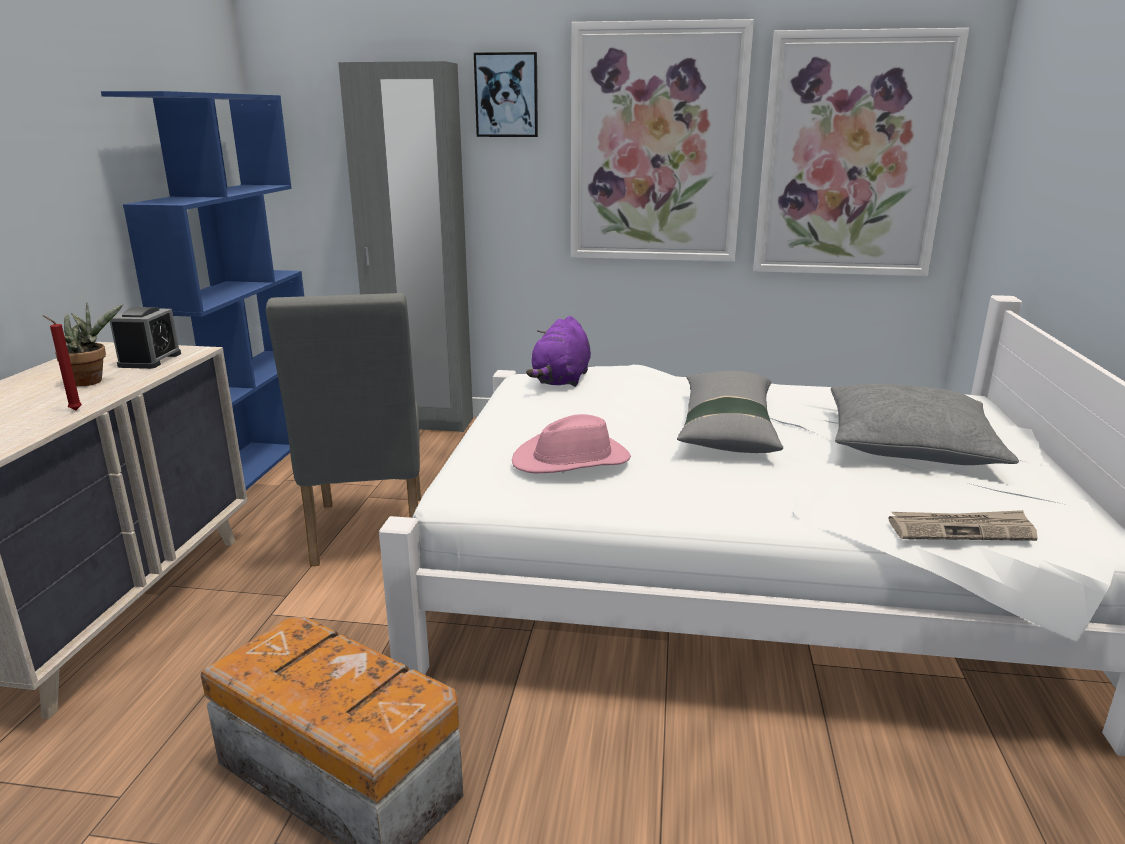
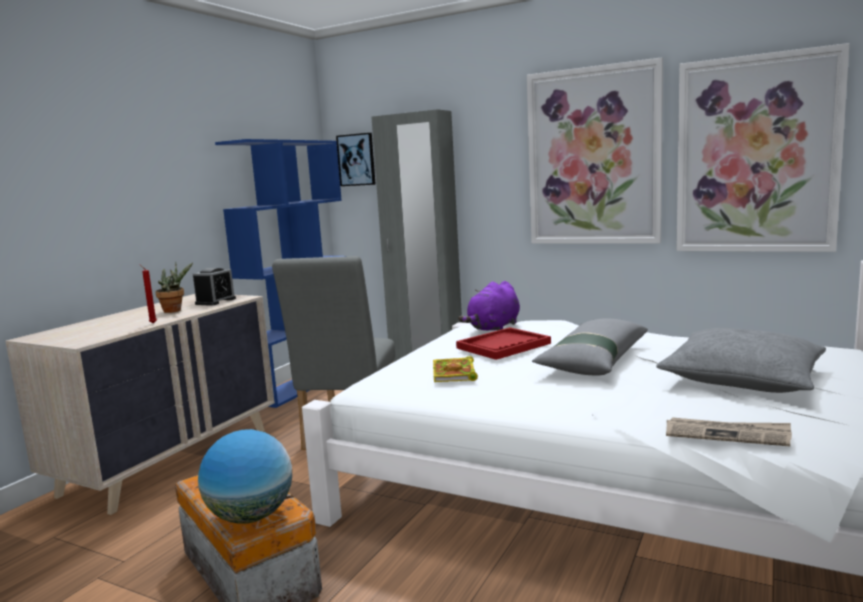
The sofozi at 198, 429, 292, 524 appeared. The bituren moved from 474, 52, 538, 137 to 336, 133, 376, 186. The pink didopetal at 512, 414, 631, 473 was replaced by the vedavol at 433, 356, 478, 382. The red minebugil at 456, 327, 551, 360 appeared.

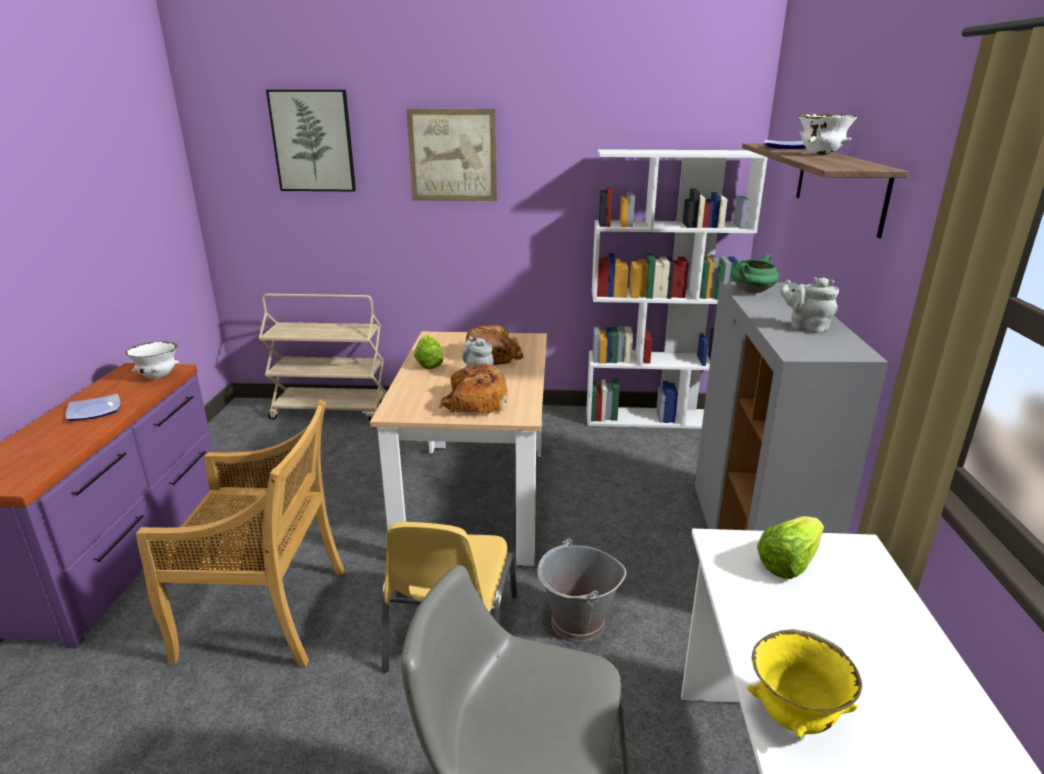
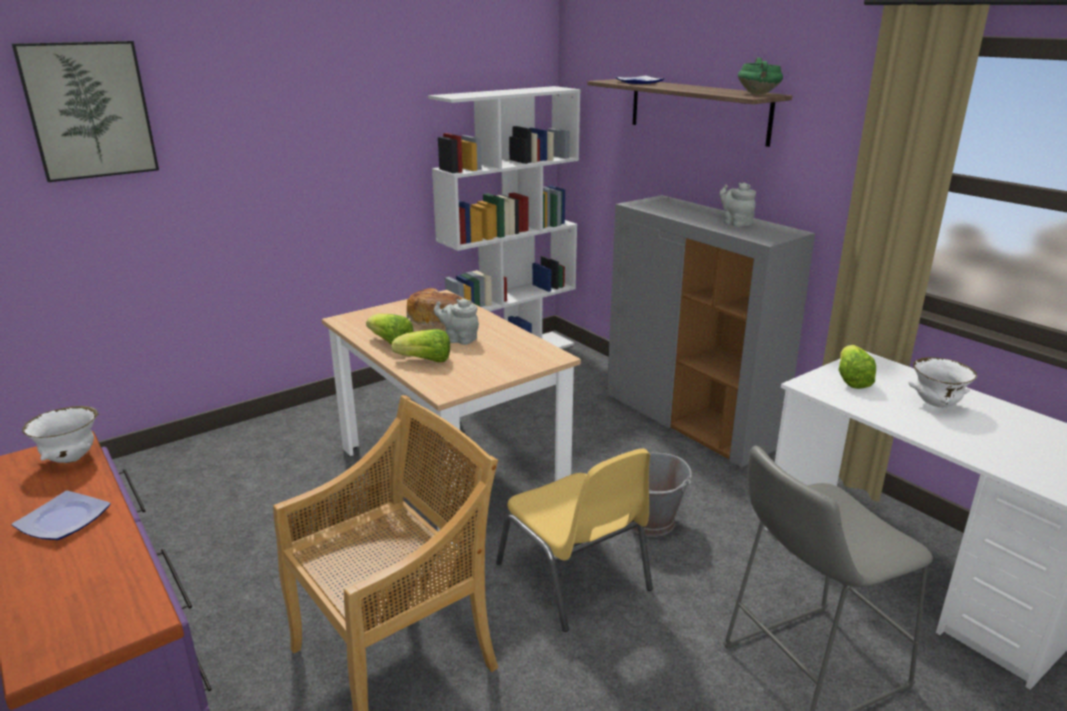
The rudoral at 392, 329, 450, 362 appeared. The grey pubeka at 780, 277, 839, 333 turned 60 degrees clockwise. The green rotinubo moved from 731, 255, 779, 294 to 738, 58, 783, 94. The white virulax moved from 798, 114, 858, 155 to 908, 357, 977, 407. The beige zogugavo at 259, 294, 387, 421 disappeared. The bituren at 406, 109, 497, 201 disappeared. The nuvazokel at 439, 364, 508, 414 disappeared. The yellow virulax at 747, 629, 862, 739 disappeared.

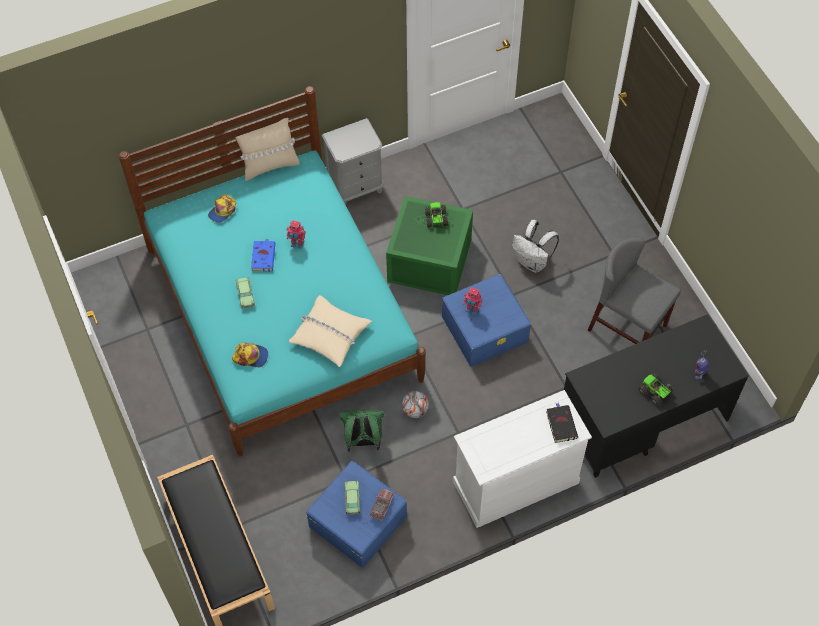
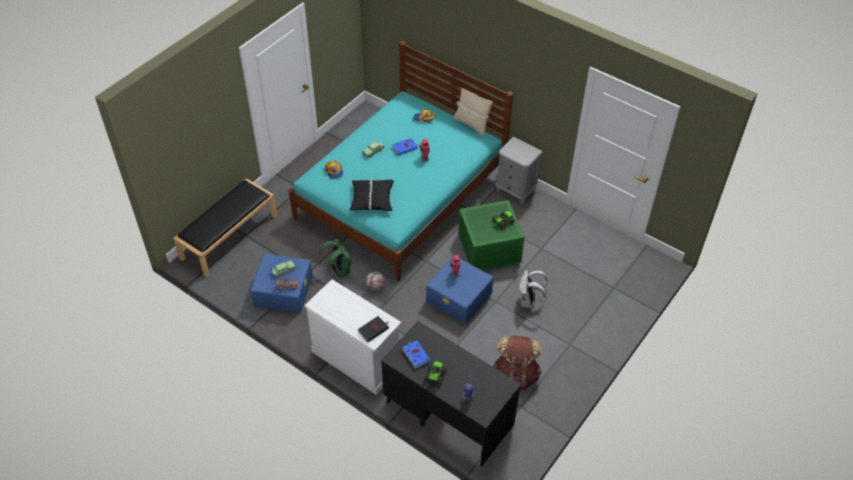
The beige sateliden at 289, 295, 372, 367 became the black sateliden at 350, 177, 394, 211. The blue vedavol at 403, 341, 431, 369 appeared. The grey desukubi at 588, 237, 681, 344 was replaced by the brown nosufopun at 493, 336, 542, 390.

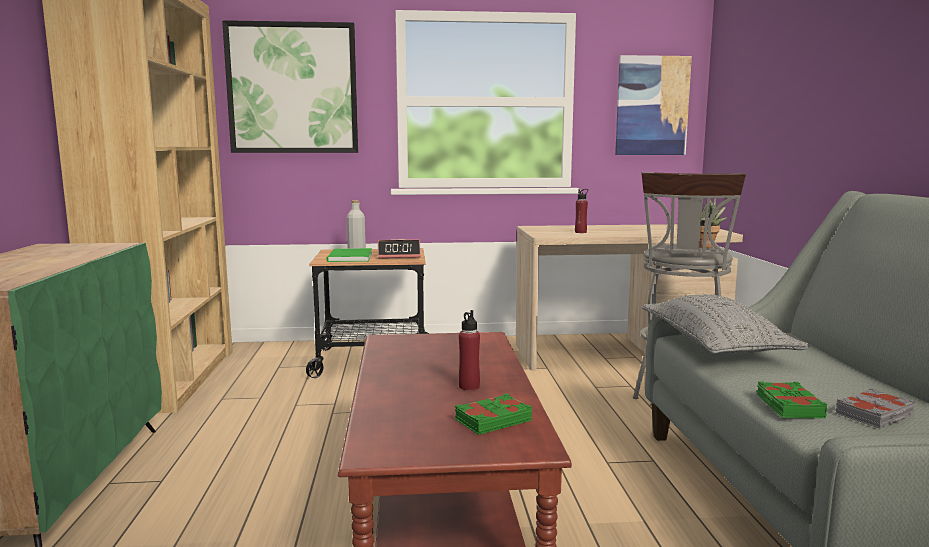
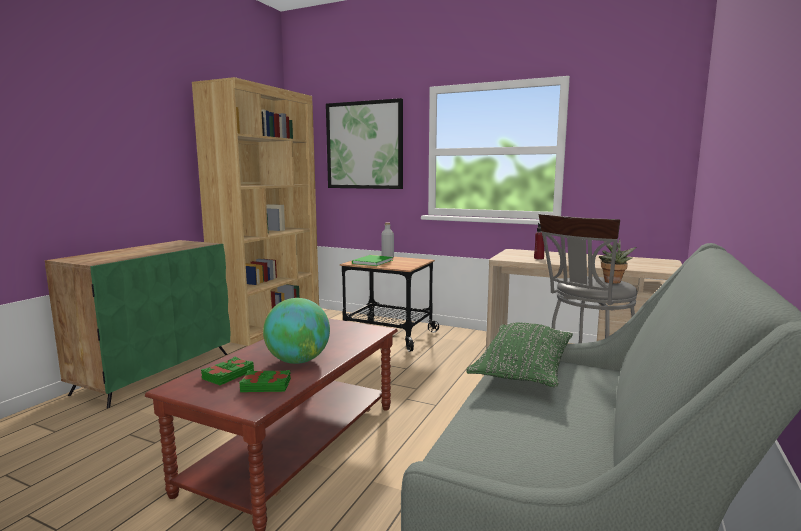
The green vedavol moved from 757, 381, 828, 418 to 201, 357, 254, 385. The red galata at 459, 310, 480, 390 was replaced by the sofozi at 263, 298, 330, 364. The grey sateliden at 642, 294, 810, 354 became the green sateliden at 466, 323, 573, 387. The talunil at 378, 239, 421, 258 disappeared. The bituren at 615, 55, 692, 155 disappeared. The grey vedavol at 836, 388, 915, 429 disappeared.

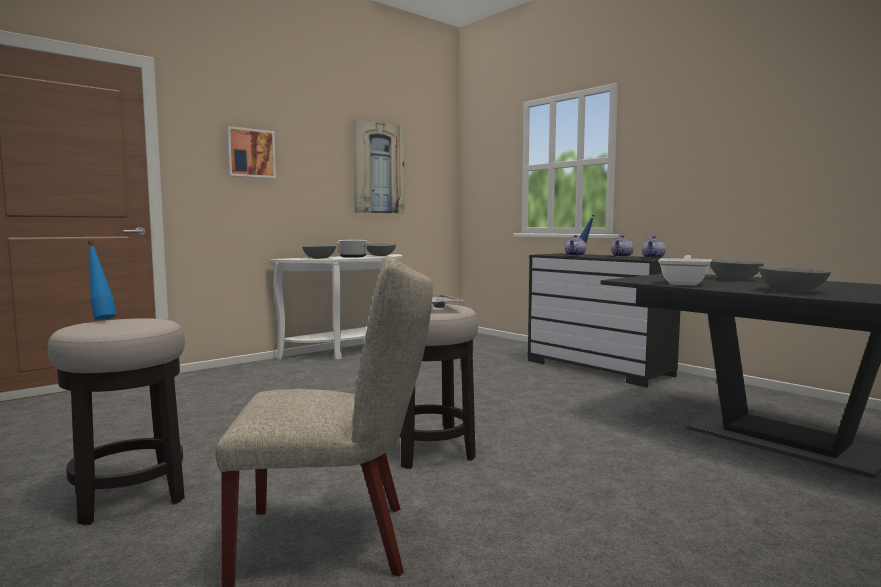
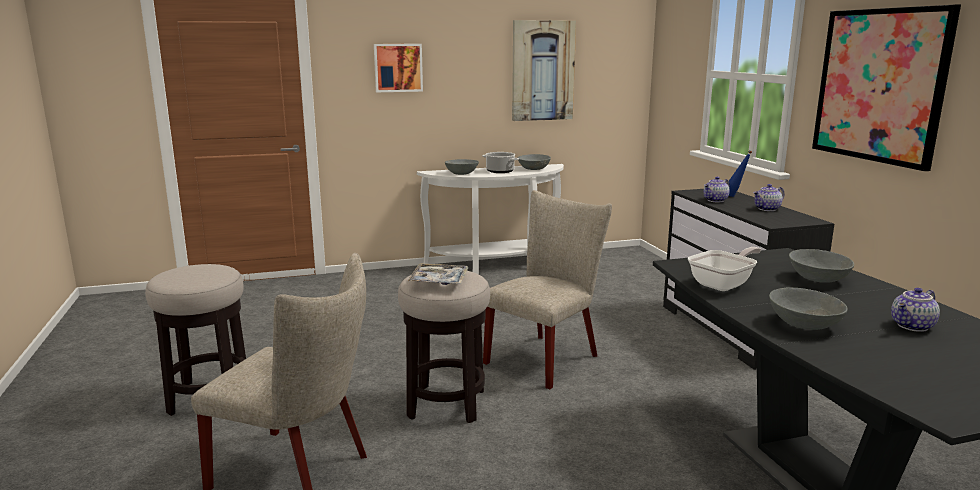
The beige desukubi at 483, 190, 612, 389 appeared. The bituren at 812, 5, 961, 171 appeared. The pubeka moved from 642, 236, 666, 259 to 891, 288, 940, 332. The blue galata at 87, 240, 116, 320 disappeared.

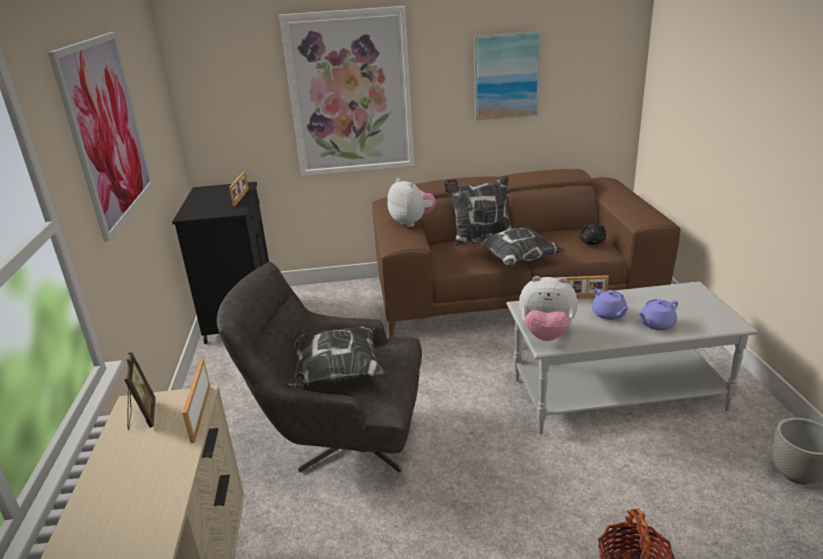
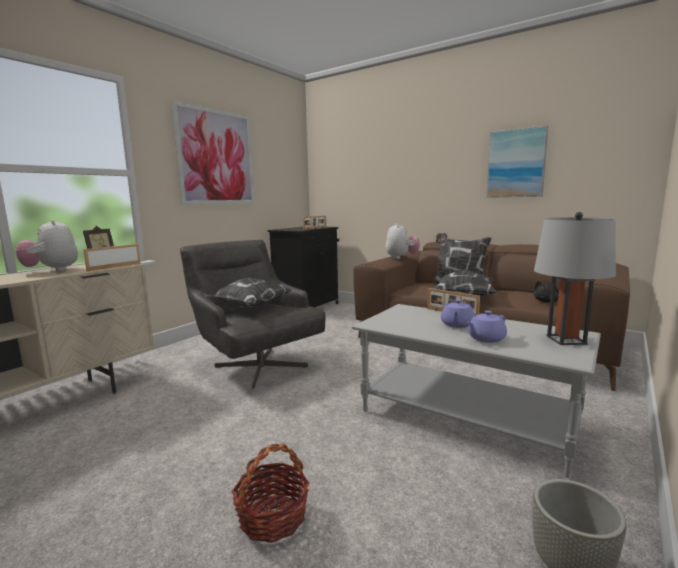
The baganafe moved from 519, 276, 578, 341 to 16, 219, 78, 271. The purple pubeka at 638, 299, 678, 330 turned 45 degrees counterclockwise. The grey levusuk at 534, 212, 616, 345 appeared. The bituren at 279, 6, 414, 176 disappeared.

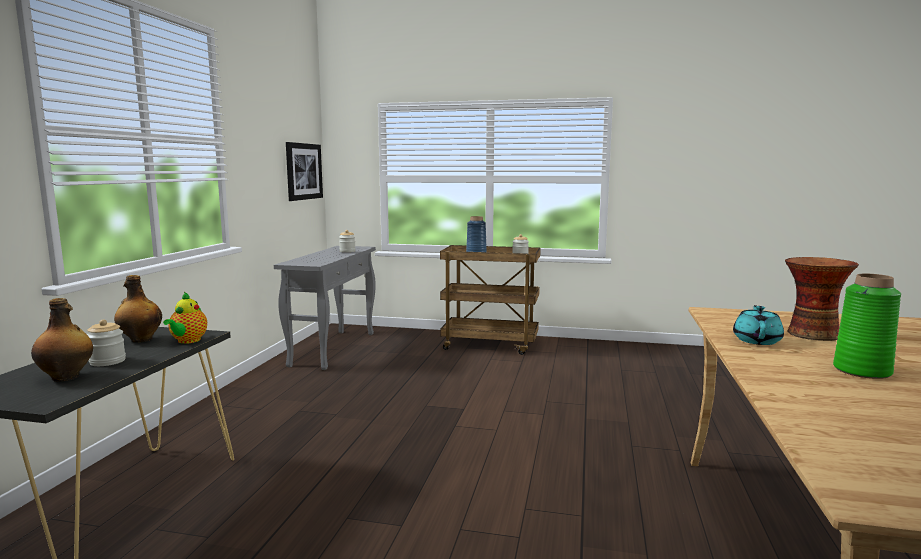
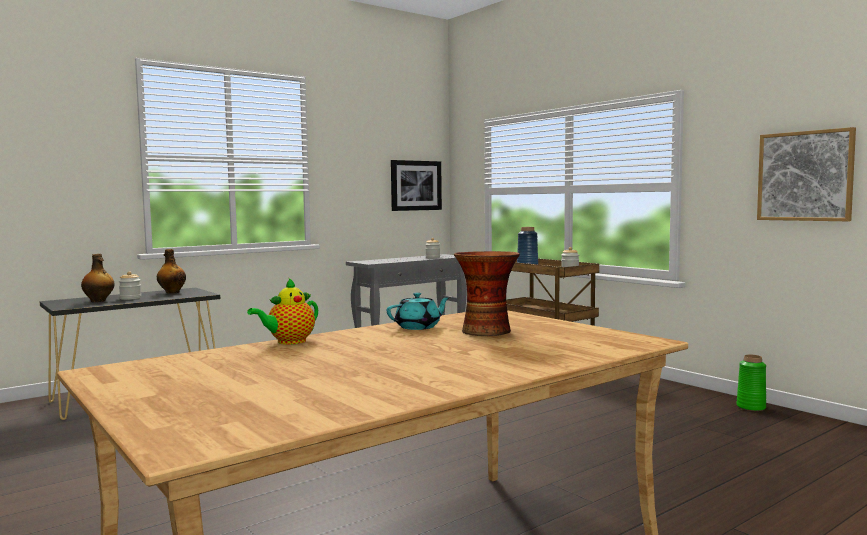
The pubeka moved from 163, 292, 207, 344 to 247, 278, 318, 344. The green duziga moved from 833, 274, 901, 379 to 736, 355, 766, 411. The bituren at 757, 127, 856, 221 appeared.

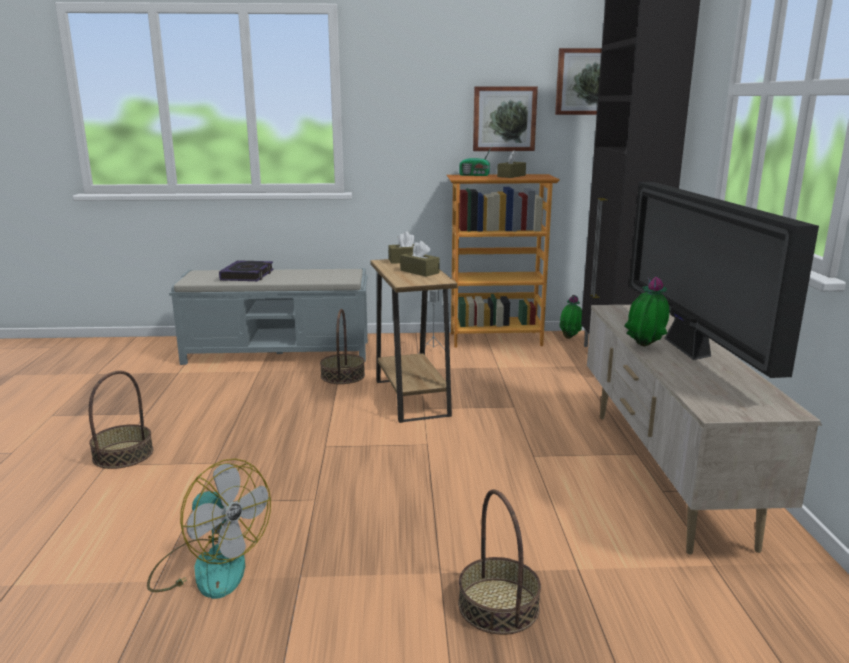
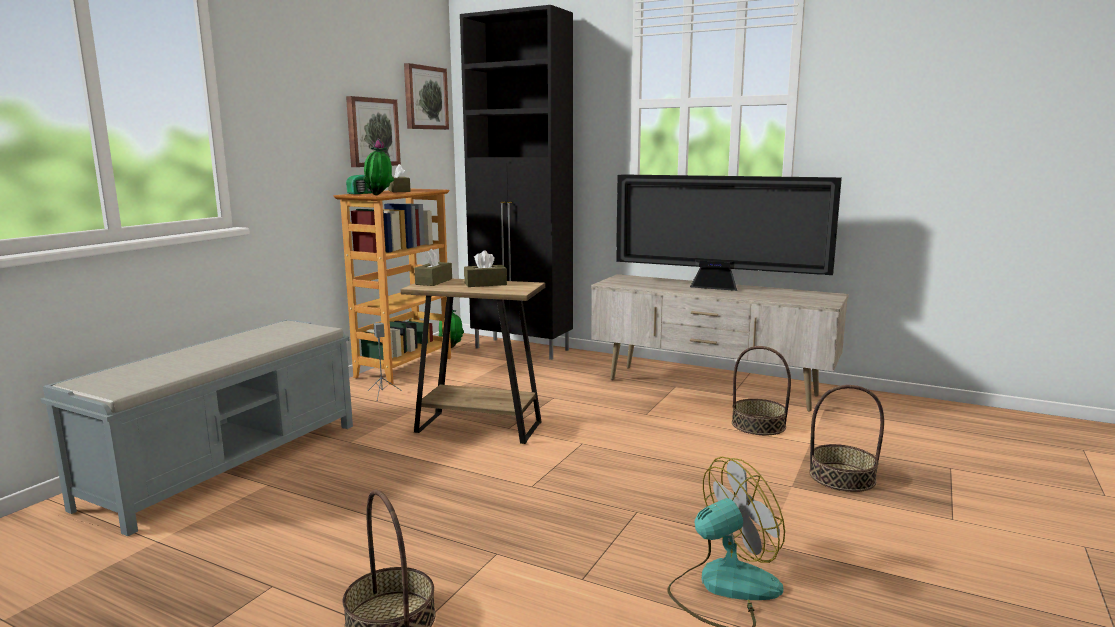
The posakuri moved from 624, 276, 670, 347 to 363, 139, 394, 195. The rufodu moved from 320, 309, 365, 384 to 732, 346, 791, 435. The vedavol at 219, 260, 274, 281 disappeared.

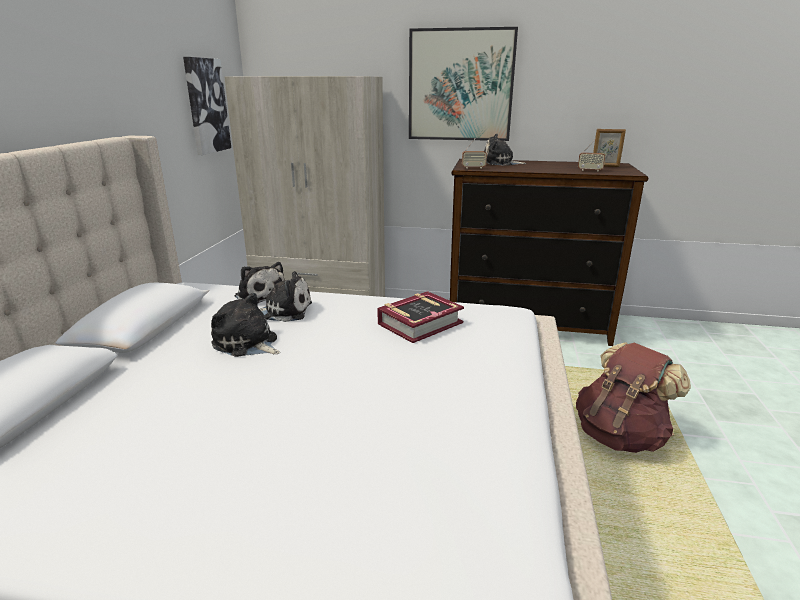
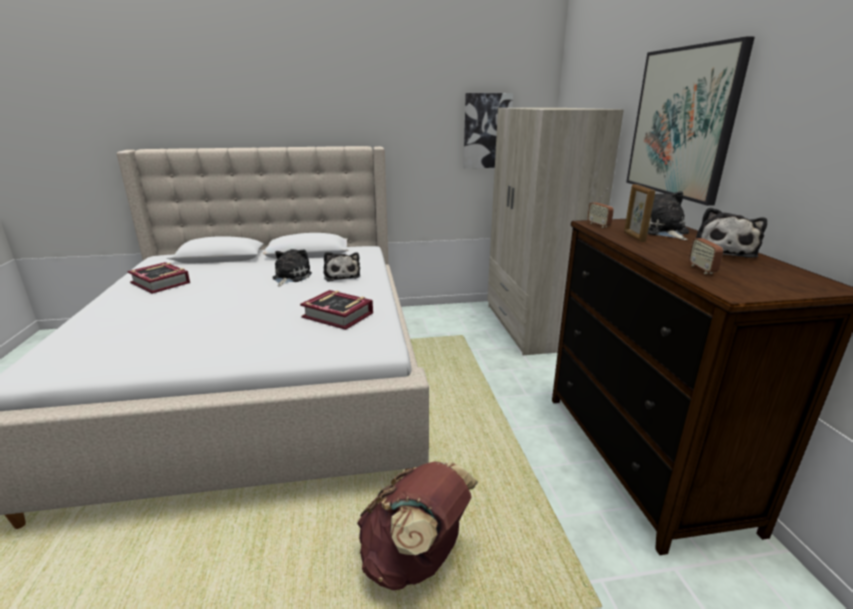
The vedavol at 127, 262, 190, 294 appeared. The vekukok moved from 593, 129, 626, 167 to 624, 184, 656, 242. The baganafe moved from 235, 262, 285, 304 to 696, 207, 767, 258.

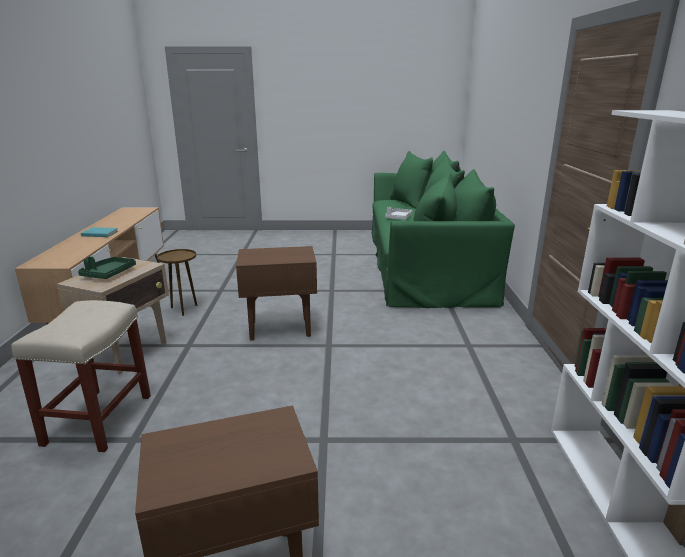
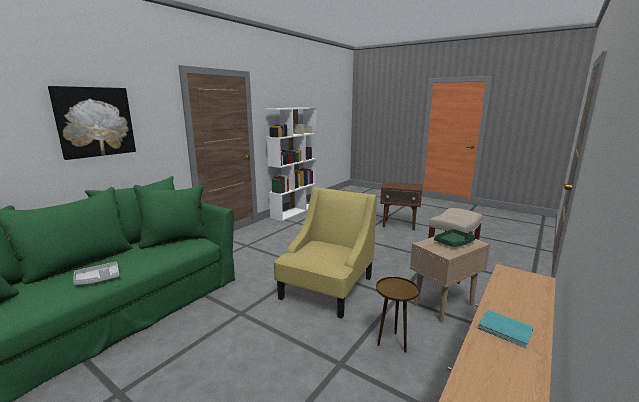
The bituren at 48, 86, 136, 160 appeared. The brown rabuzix at 236, 246, 317, 341 was replaced by the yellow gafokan at 274, 187, 377, 319.

